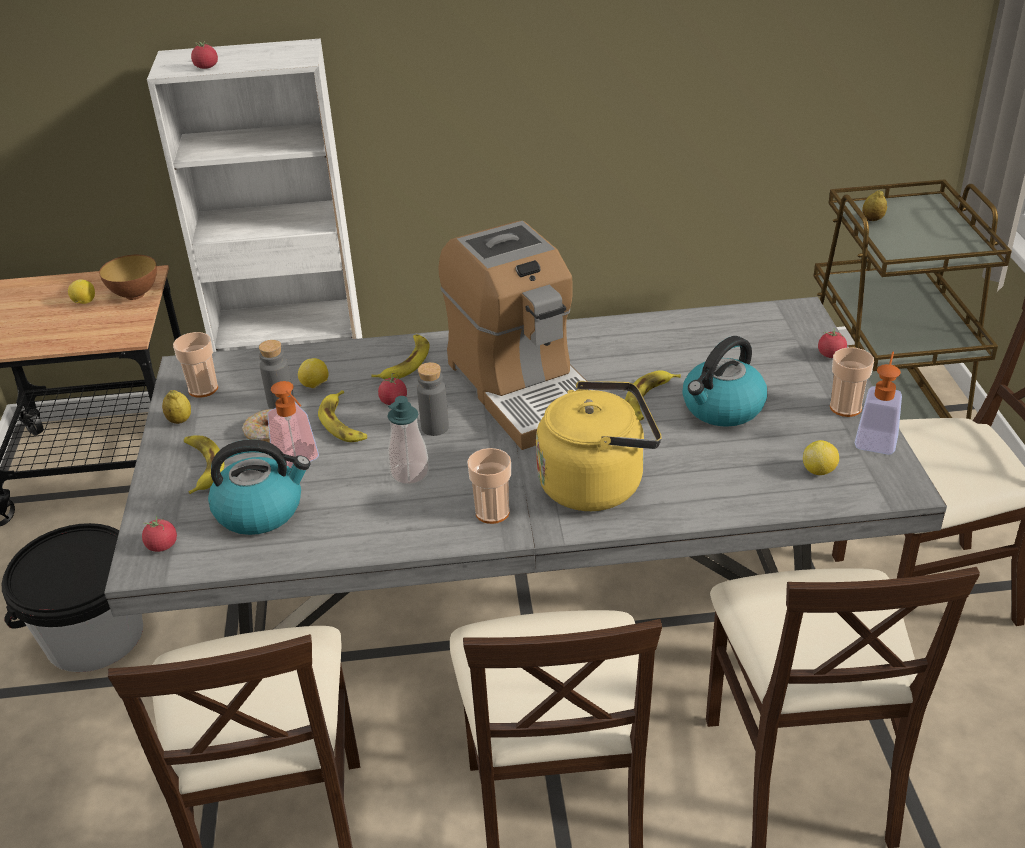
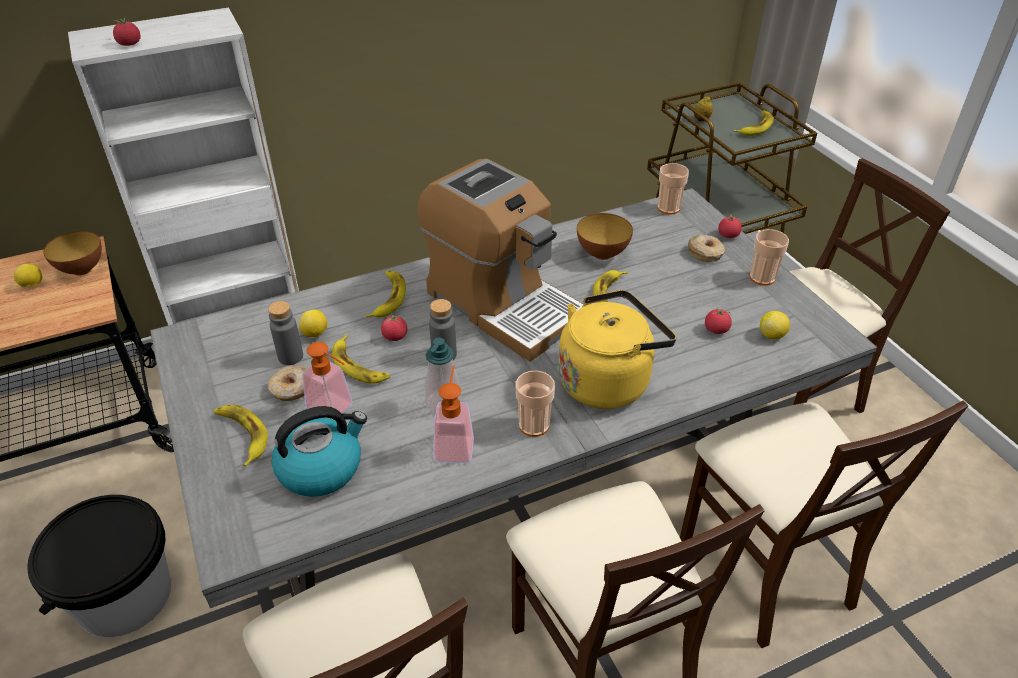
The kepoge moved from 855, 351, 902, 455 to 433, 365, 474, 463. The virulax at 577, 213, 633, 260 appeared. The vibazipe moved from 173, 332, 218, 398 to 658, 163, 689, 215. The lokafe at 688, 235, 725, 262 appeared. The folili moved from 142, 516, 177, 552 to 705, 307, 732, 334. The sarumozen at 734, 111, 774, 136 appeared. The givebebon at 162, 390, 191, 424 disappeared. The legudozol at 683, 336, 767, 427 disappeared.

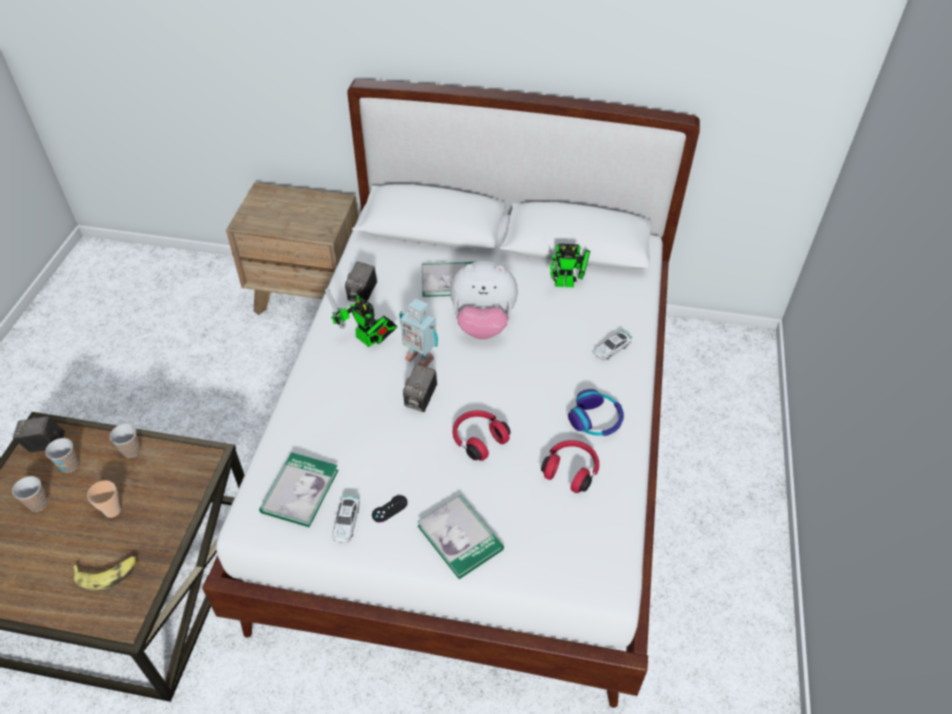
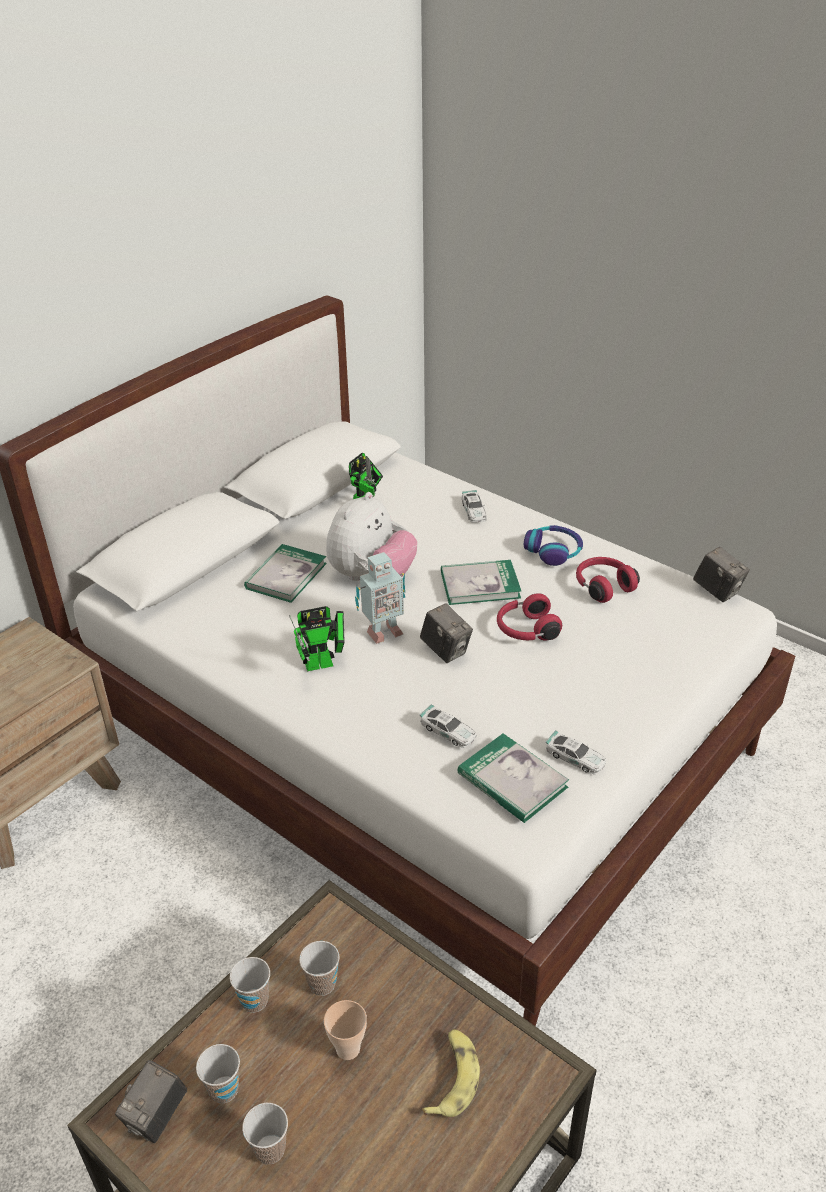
The vibazipe at 299, 941, 339, 996 appeared. The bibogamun at 420, 704, 477, 748 appeared. The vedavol moved from 417, 495, 504, 579 to 441, 560, 521, 605. The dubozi moved from 345, 261, 377, 303 to 693, 547, 750, 602. The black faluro at 372, 495, 408, 523 disappeared.

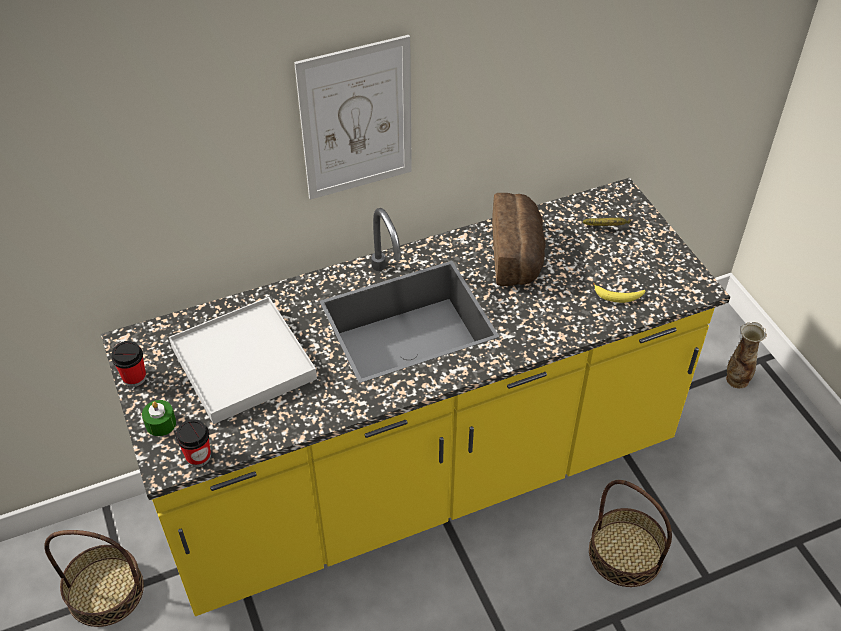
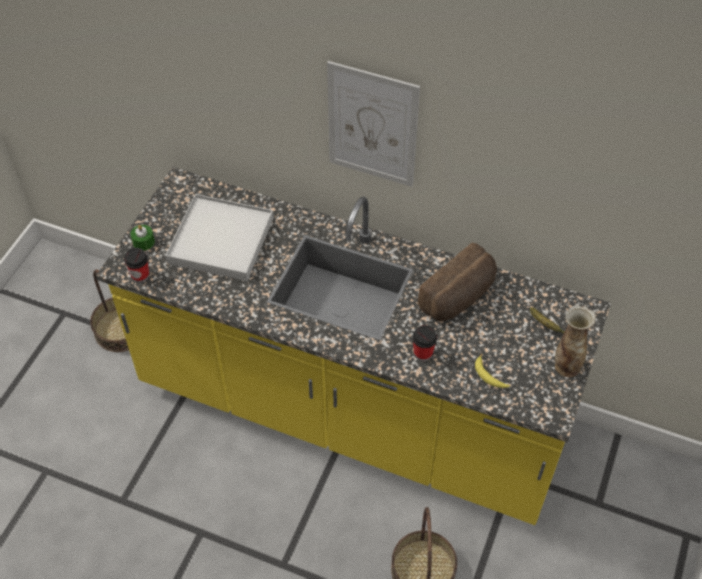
The vibazipe moved from 112, 341, 146, 387 to 412, 325, 437, 361. The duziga moved from 726, 322, 767, 388 to 555, 305, 596, 377.

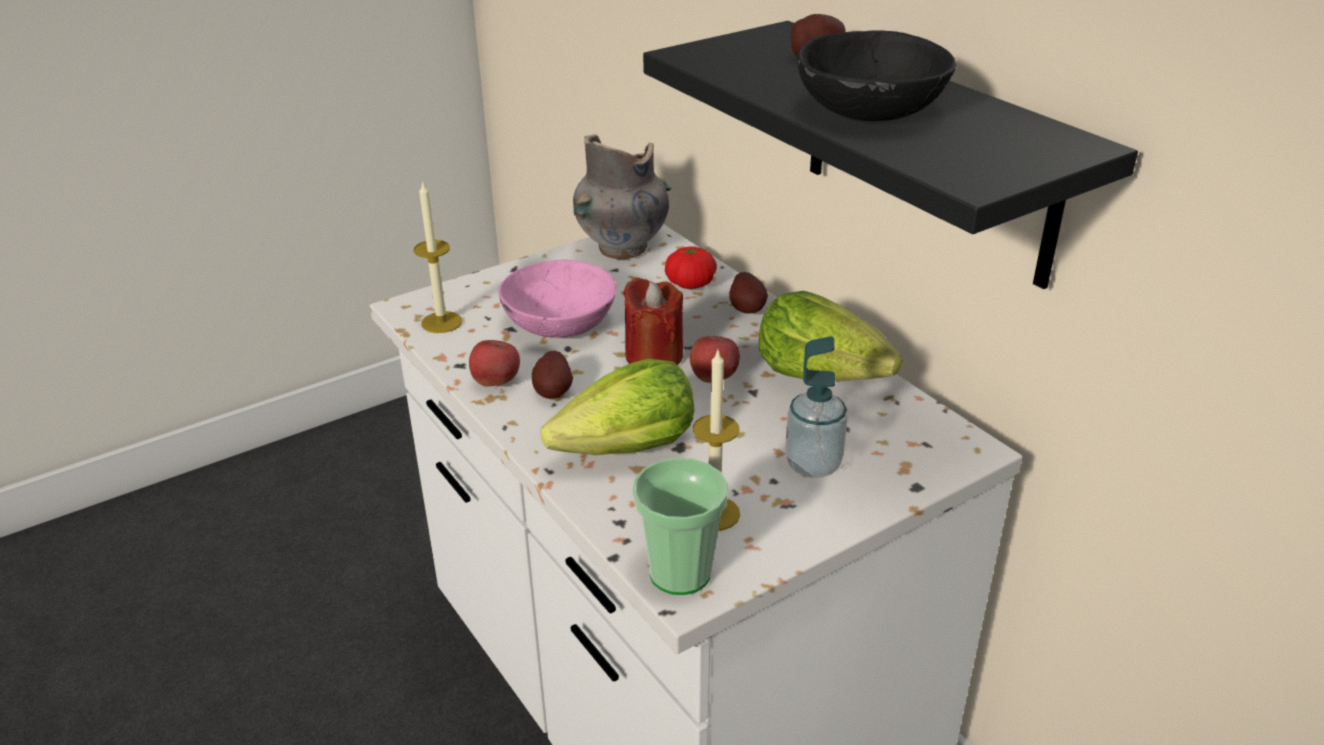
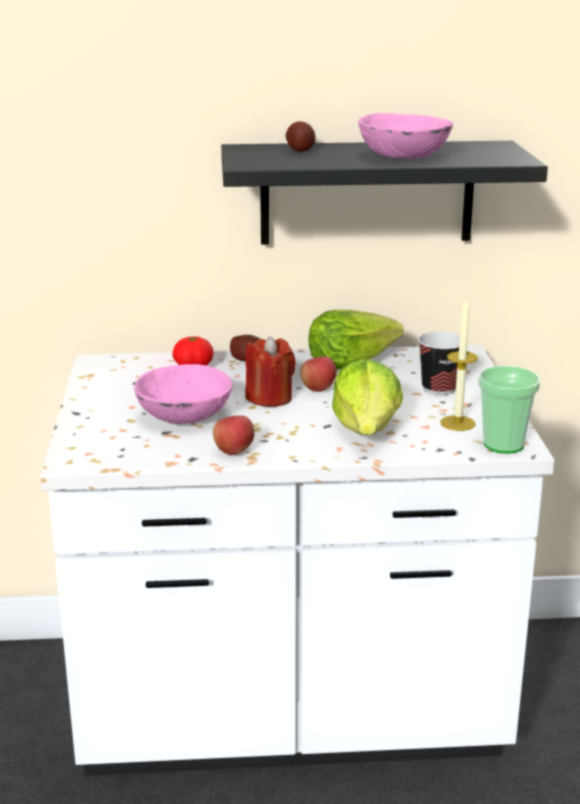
The black virulax at 797, 31, 956, 121 became the pink virulax at 358, 113, 453, 159. The kepoge at 785, 336, 848, 478 was replaced by the vibazipe at 418, 332, 460, 395. The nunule at 413, 180, 462, 333 disappeared. The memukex at 532, 351, 573, 399 disappeared. The grey duziga at 573, 134, 672, 259 disappeared.

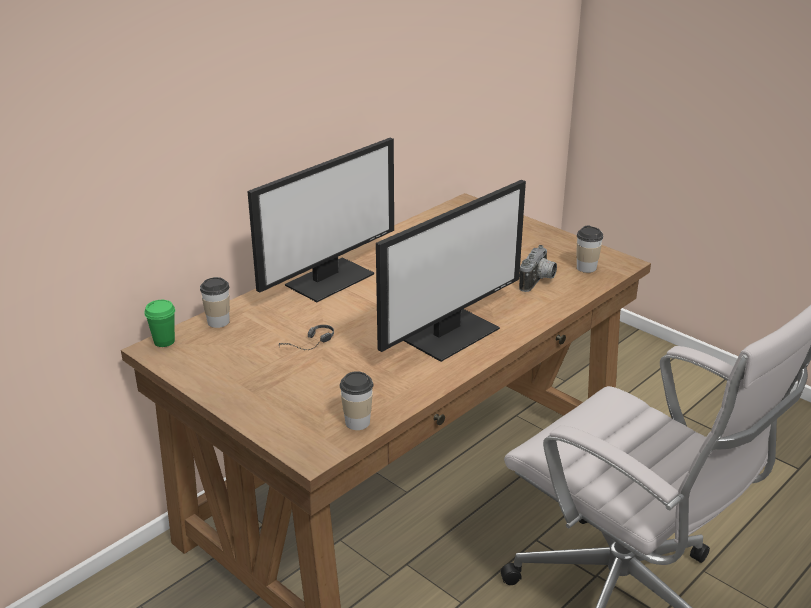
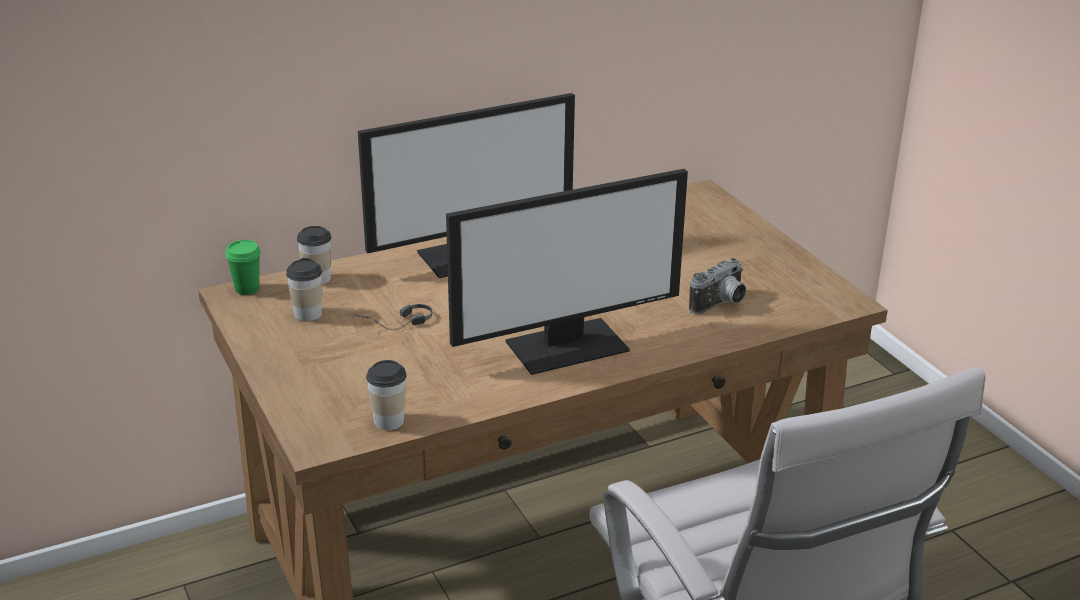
The vibazipe moved from 576, 226, 603, 273 to 286, 258, 322, 321.

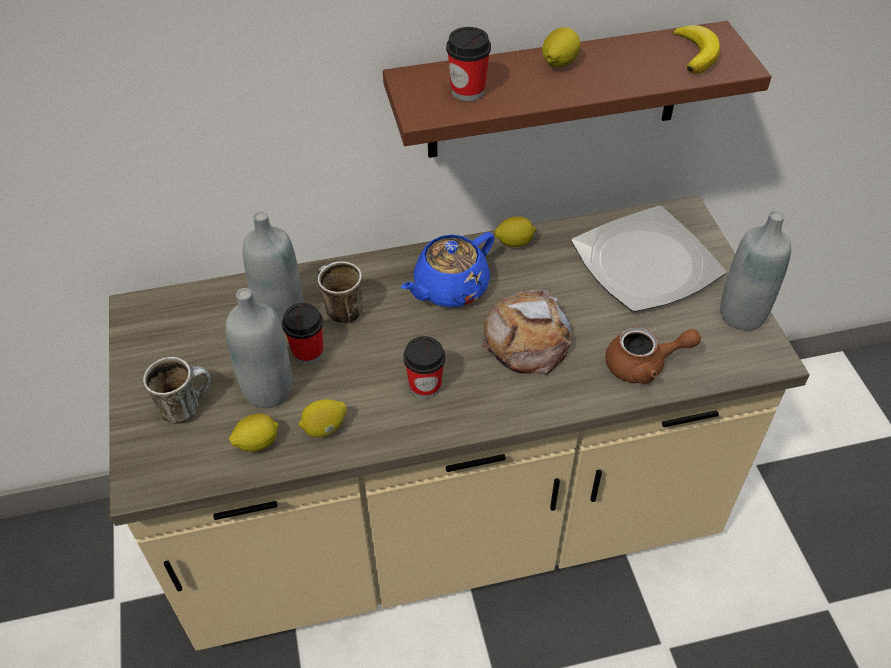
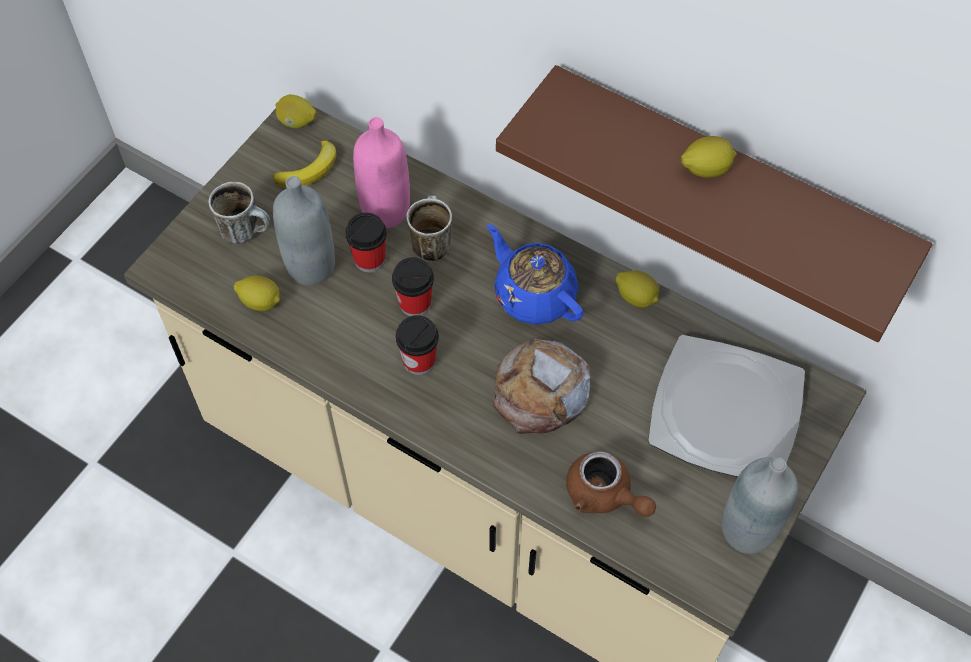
The sarumozen moved from 672, 25, 720, 74 to 273, 140, 337, 187. The givebebon moved from 299, 399, 347, 437 to 276, 95, 317, 128. The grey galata at 243, 211, 303, 330 became the pink galata at 353, 117, 410, 228. The vibazipe moved from 446, 27, 491, 101 to 392, 257, 434, 316. The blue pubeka at 401, 232, 494, 307 turned 45 degrees clockwise.

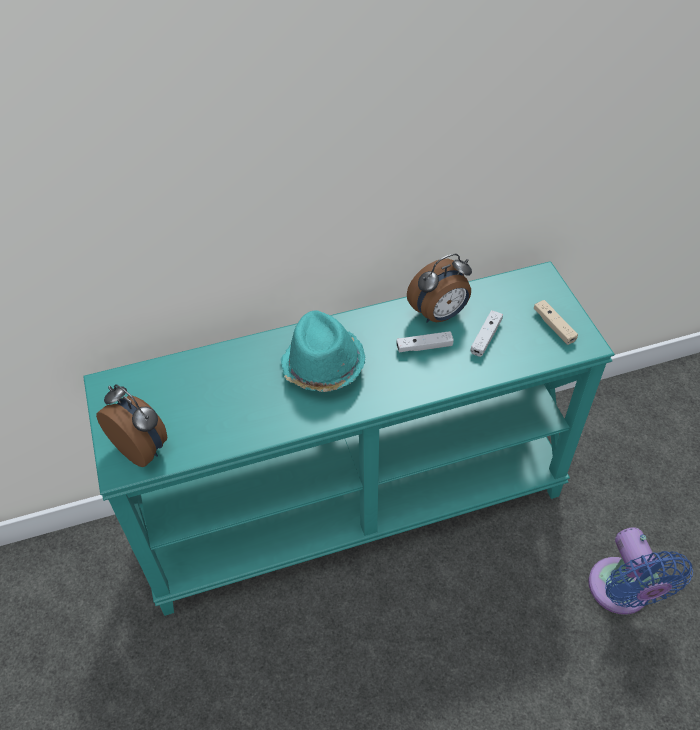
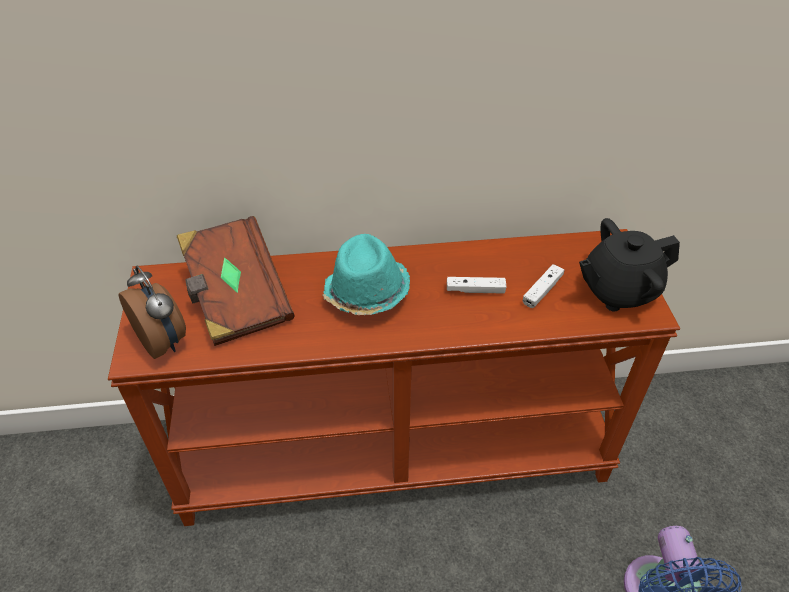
The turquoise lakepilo at 83, 261, 615, 616 became the brown lakepilo at 108, 229, 680, 526. The brown vedavol at 177, 216, 295, 346 appeared. The beige faluro at 534, 300, 578, 345 was replaced by the black pubeka at 579, 218, 680, 311. The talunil at 407, 254, 472, 323 disappeared.

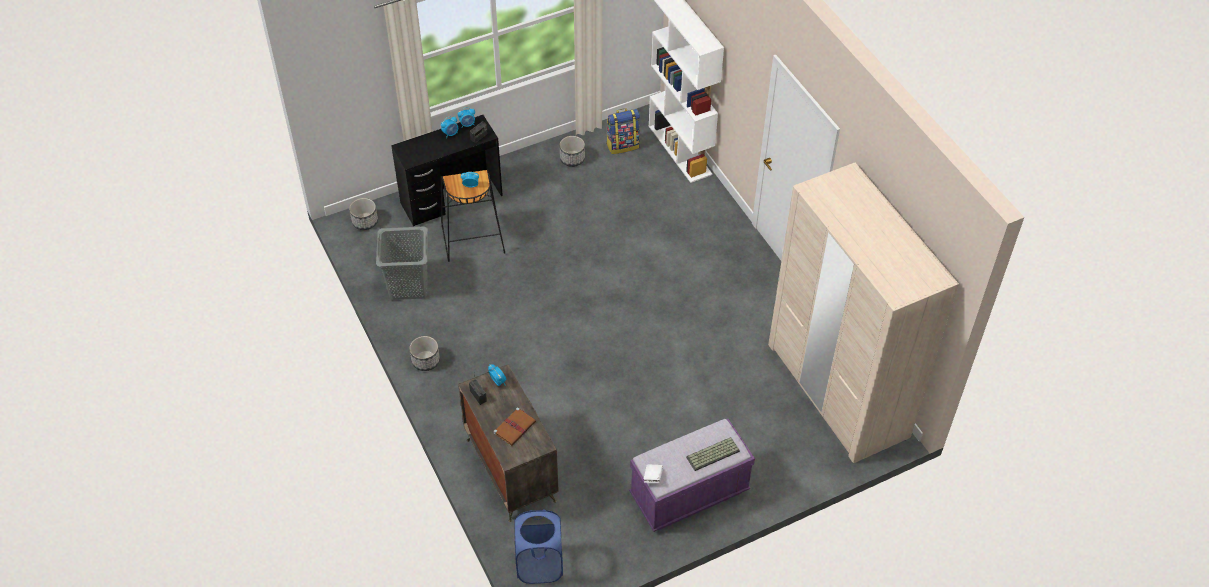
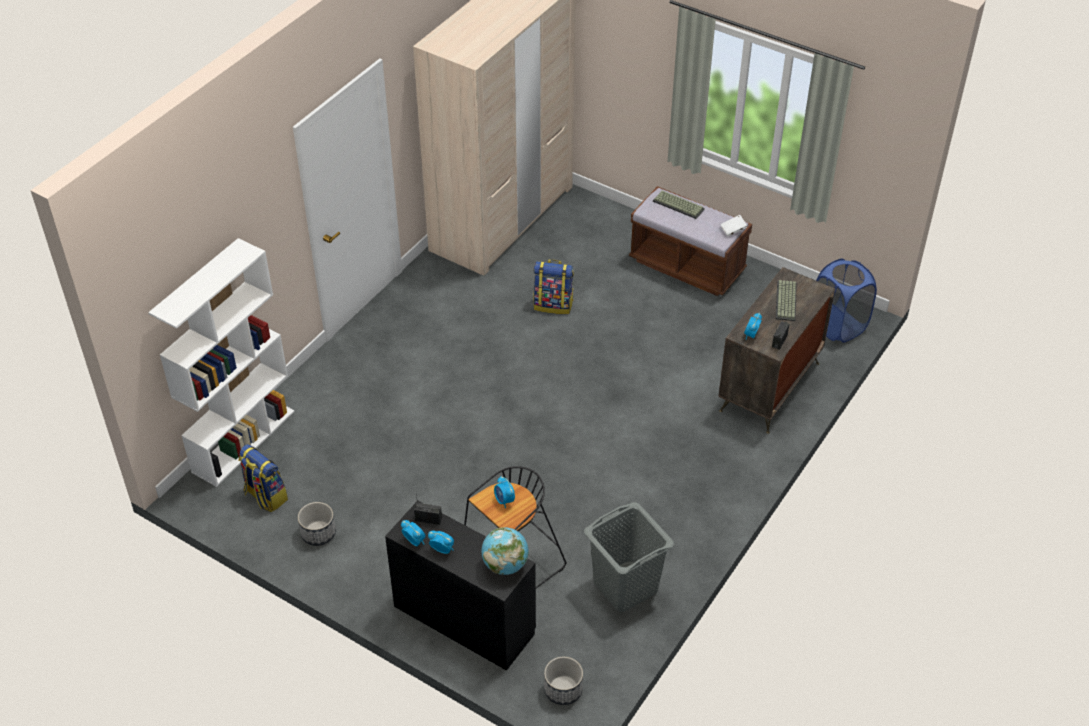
The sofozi at 482, 527, 529, 575 appeared. The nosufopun at 534, 259, 574, 314 appeared. The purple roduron at 629, 419, 755, 532 became the brown roduron at 629, 186, 752, 296. The brown vedavol at 494, 407, 536, 446 was replaced by the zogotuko at 776, 280, 797, 321. The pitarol at 409, 336, 440, 371 disappeared.

